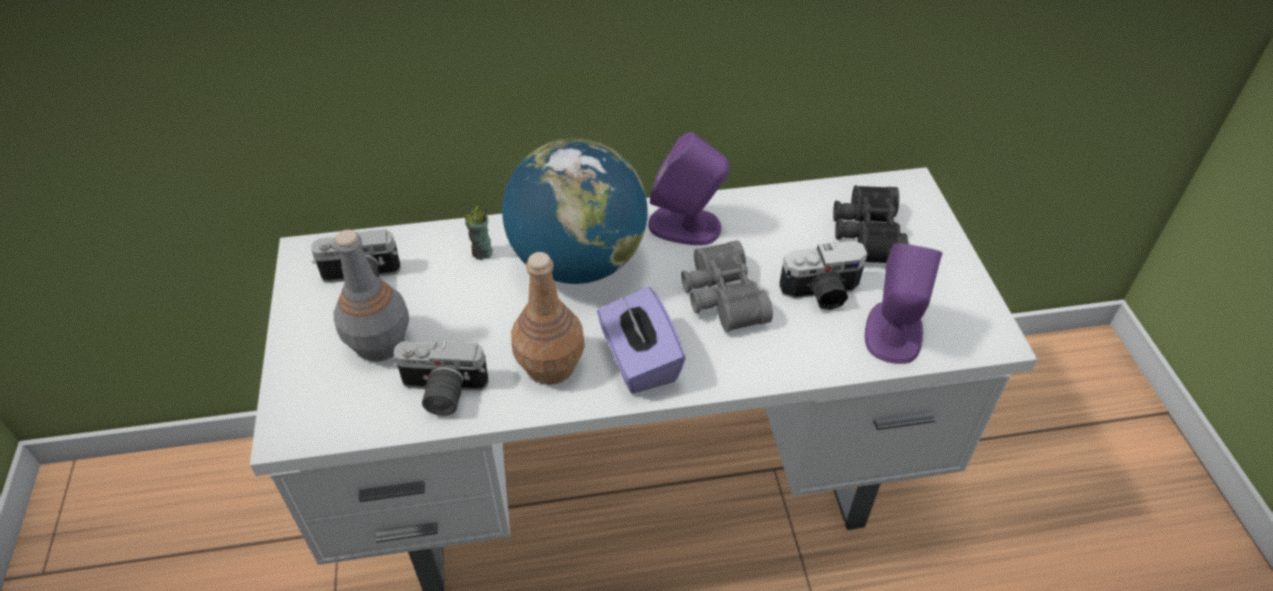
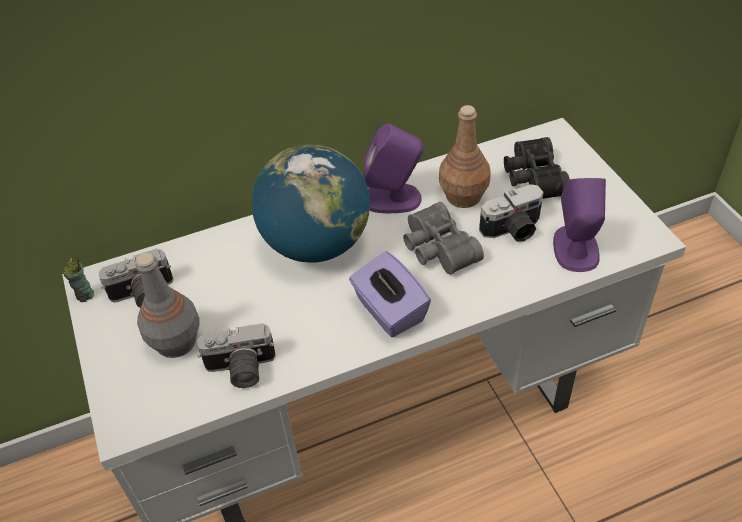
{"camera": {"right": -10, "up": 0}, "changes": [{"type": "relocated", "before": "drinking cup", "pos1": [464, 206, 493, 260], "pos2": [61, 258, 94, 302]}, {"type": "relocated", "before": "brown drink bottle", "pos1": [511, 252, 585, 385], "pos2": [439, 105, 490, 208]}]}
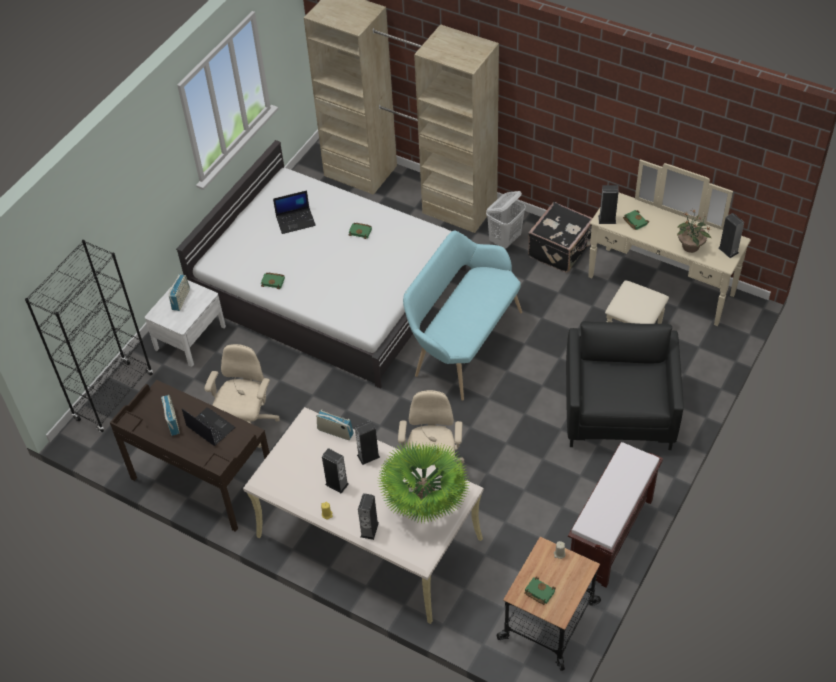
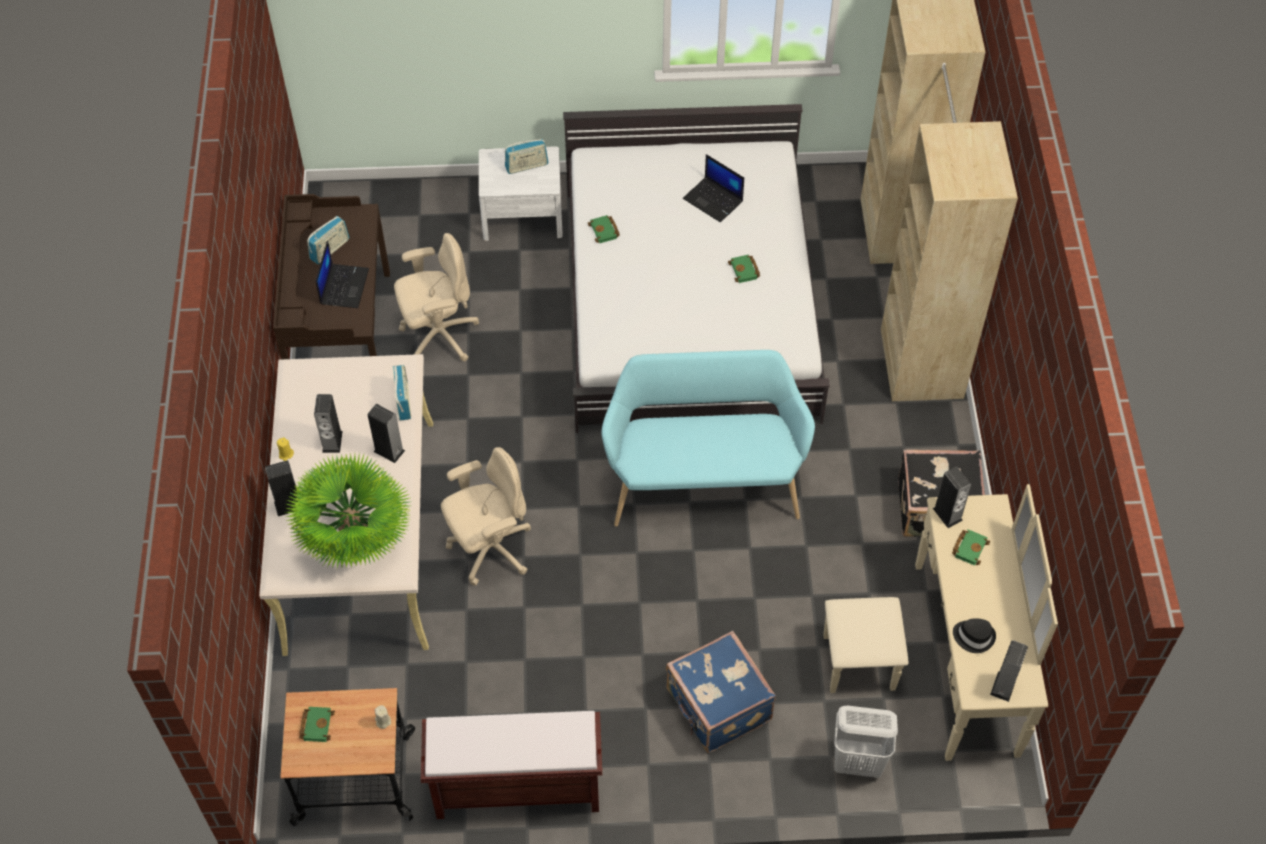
{"camera": {"right": 55, "up": 5}, "changes": [{"type": "missing", "before": "black bookcase", "pos1": [25, 240, 153, 433]}, {"type": "relocated", "before": "white laundry basket", "pos1": [486, 191, 526, 249], "pos2": [834, 706, 898, 778]}, {"type": "exchanged", "before": "black easy chair", "after": "blue-coloured suitcase", "pos1": [566, 321, 684, 450], "pos2": [666, 631, 776, 753]}, {"type": "exchanged", "before": "plant in a pot", "after": "black wearable hat", "pos1": [677, 209, 711, 253], "pos2": [953, 618, 996, 653]}]}
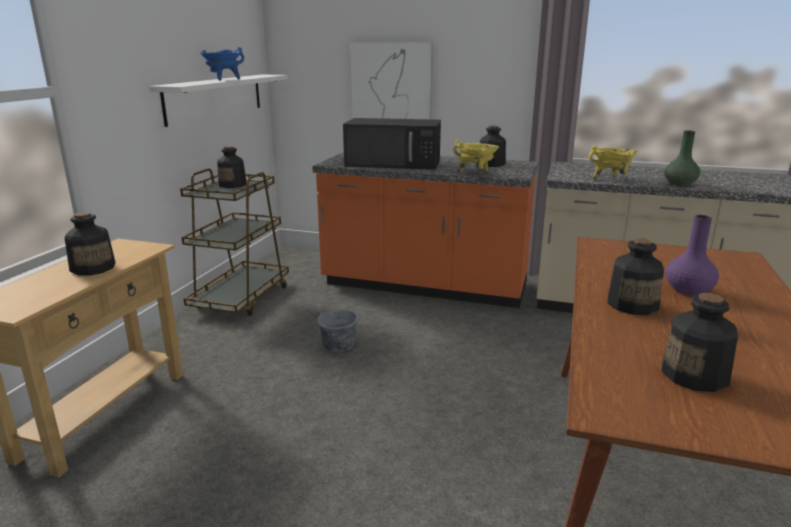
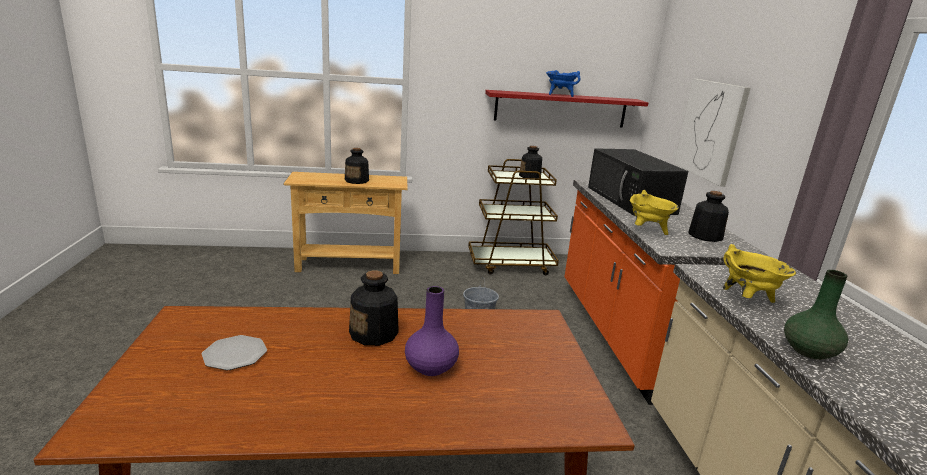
{"camera": {"right": 65, "up": 0}, "changes": [{"type": "colour", "before": "white bracket shelf", "after": "red bracket shelf", "pos1": [149, 74, 288, 127], "pos2": [485, 90, 648, 127]}, {"type": "exchanged", "before": "drink bottle", "after": "flat dish", "pos1": [661, 293, 738, 392], "pos2": [202, 335, 267, 370]}]}
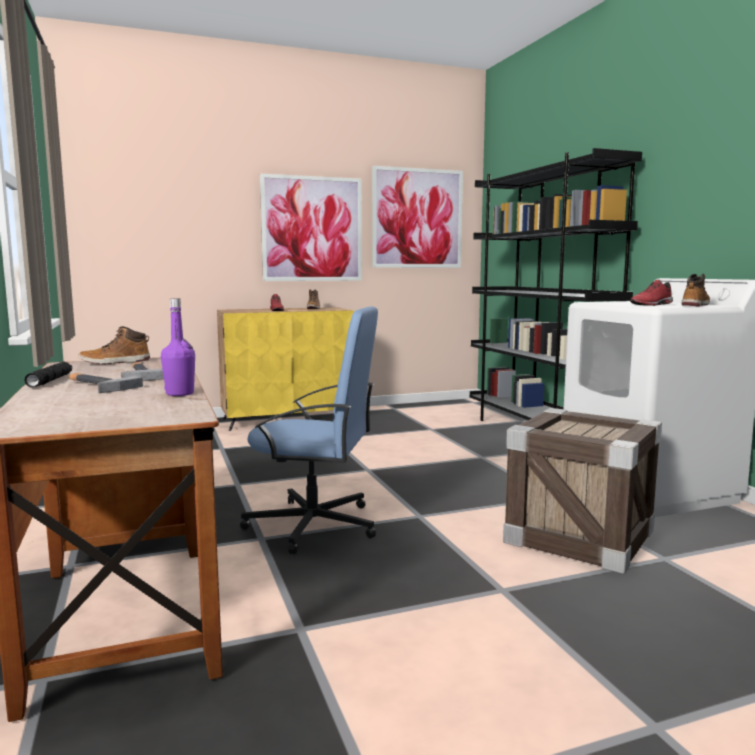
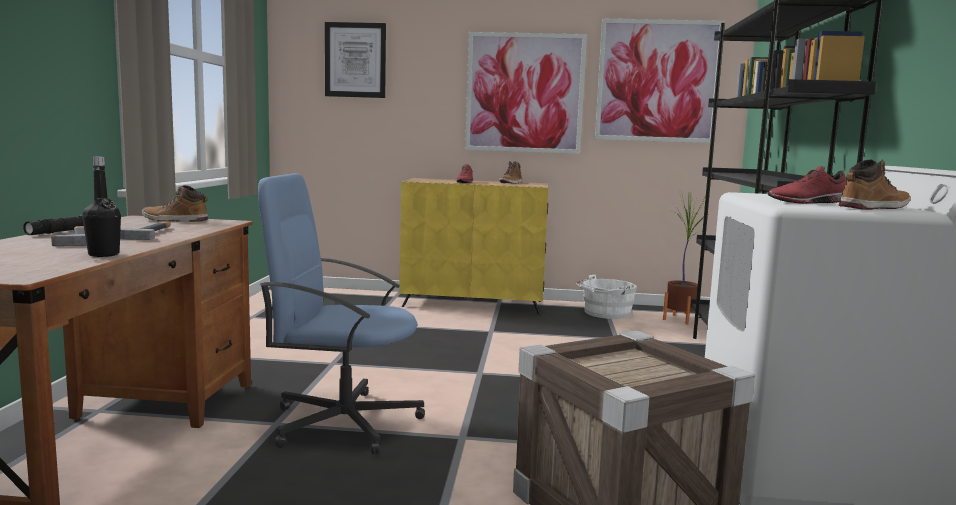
{"camera": {"right": 25, "up": 0}, "changes": [{"type": "colour", "before": "purplish drink bottle", "after": "black drink bottle", "pos1": [161, 299, 195, 396], "pos2": [82, 156, 121, 257]}, {"type": "spun", "before": "blue-coloured computer chair", "pos1": [240, 307, 378, 555], "pos2": [258, 173, 425, 454], "turn": 150}, {"type": "appeared", "after": "wall picture", "pos2": [325, 22, 386, 98]}, {"type": "appeared", "after": "white bucket", "pos2": [576, 275, 637, 319]}, {"type": "appeared", "after": "plant in a pot", "pos2": [663, 191, 706, 325]}]}
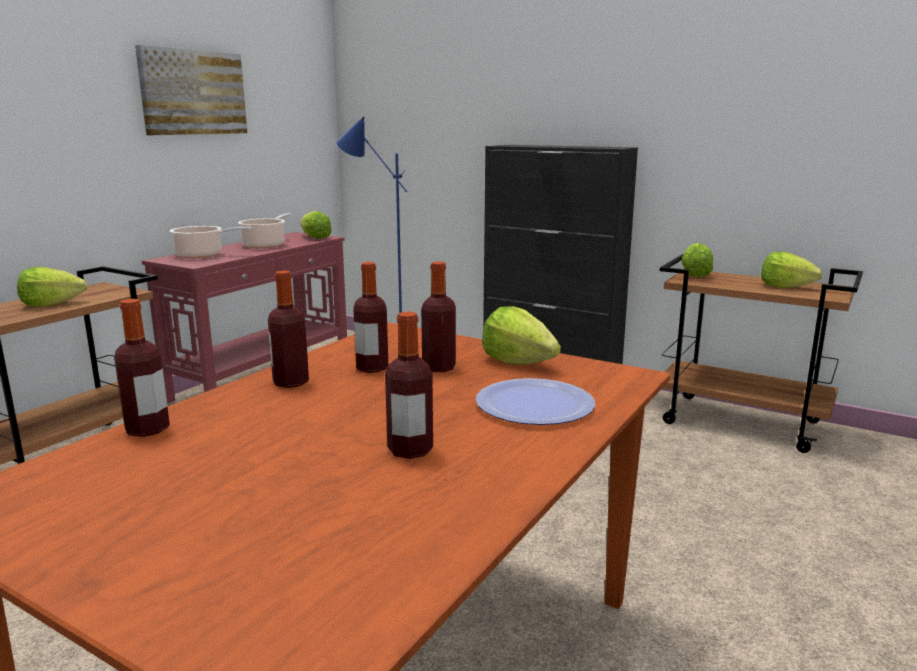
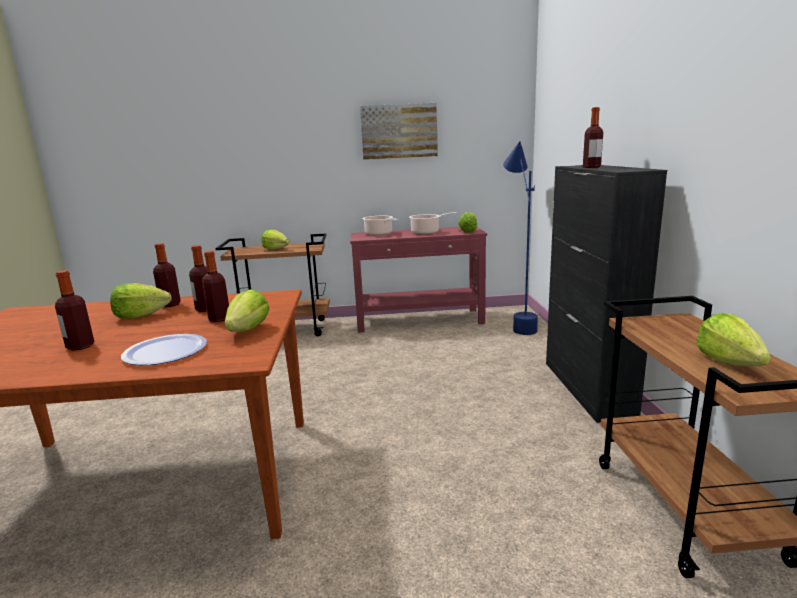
{"camera": {"right": 55, "up": 0}, "changes": [{"type": "relocated", "before": "drink bottle", "pos1": [114, 299, 170, 437], "pos2": [583, 107, 603, 168]}, {"type": "relocated", "before": "lettuce head", "pos1": [681, 243, 713, 277], "pos2": [110, 283, 172, 319]}]}
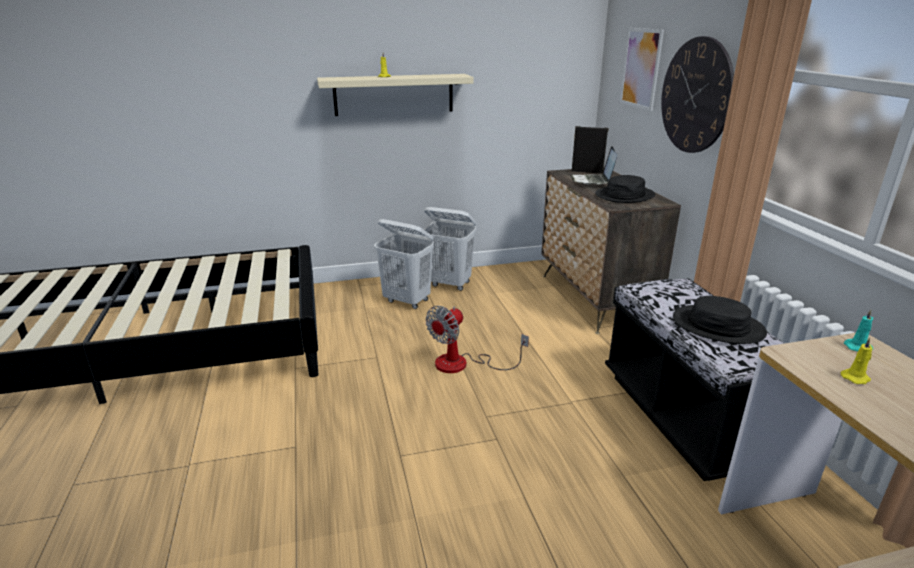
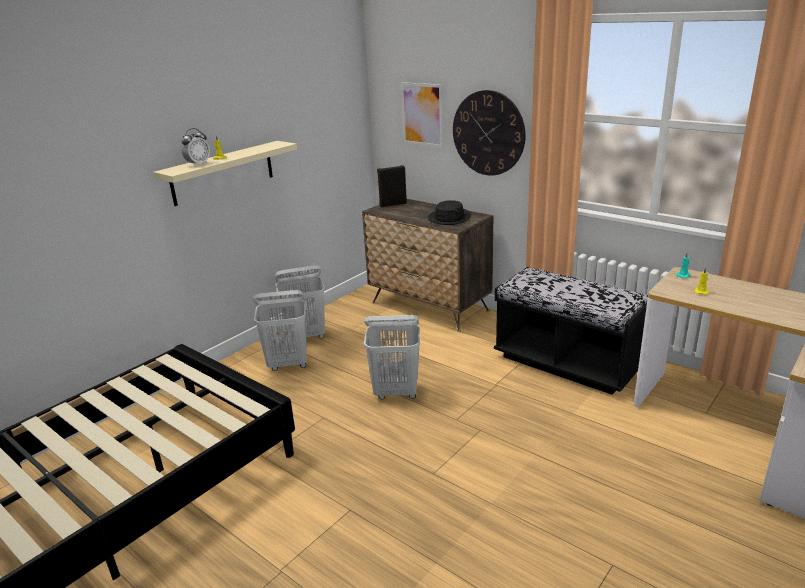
{"camera": {"right": -35, "up": 0}, "changes": [{"type": "exchanged", "before": "cooling fan", "after": "white laundry basket", "pos1": [426, 306, 529, 373], "pos2": [364, 315, 420, 400]}, {"type": "missing", "before": "notebook computer", "pos1": [571, 146, 617, 185]}, {"type": "missing", "before": "black wearable hat", "pos1": [673, 296, 767, 344]}, {"type": "appeared", "after": "bedside clock", "pos2": [181, 128, 210, 167]}]}
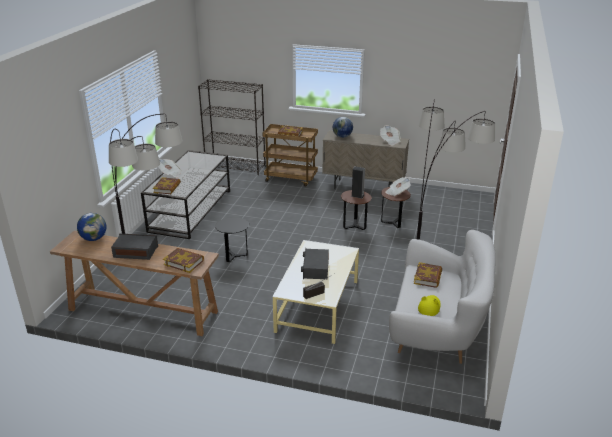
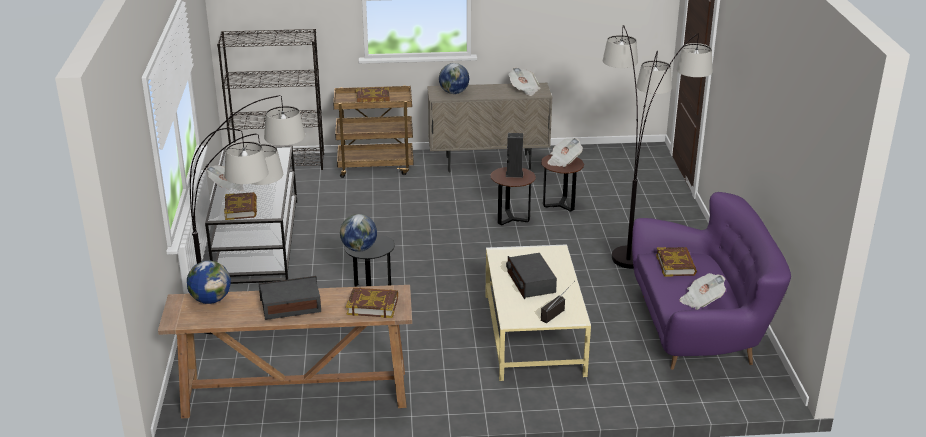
{"camera": {"right": -20, "up": 0}, "changes": [{"type": "colour", "before": "white sofa", "after": "purplish sofa", "pos1": [389, 230, 496, 364], "pos2": [632, 192, 791, 370]}, {"type": "exchanged", "before": "yellow-coloured wearable hat", "after": "daily paper", "pos1": [418, 295, 441, 316], "pos2": [679, 273, 726, 310]}, {"type": "appeared", "after": "world globe", "pos2": [340, 214, 377, 252]}]}
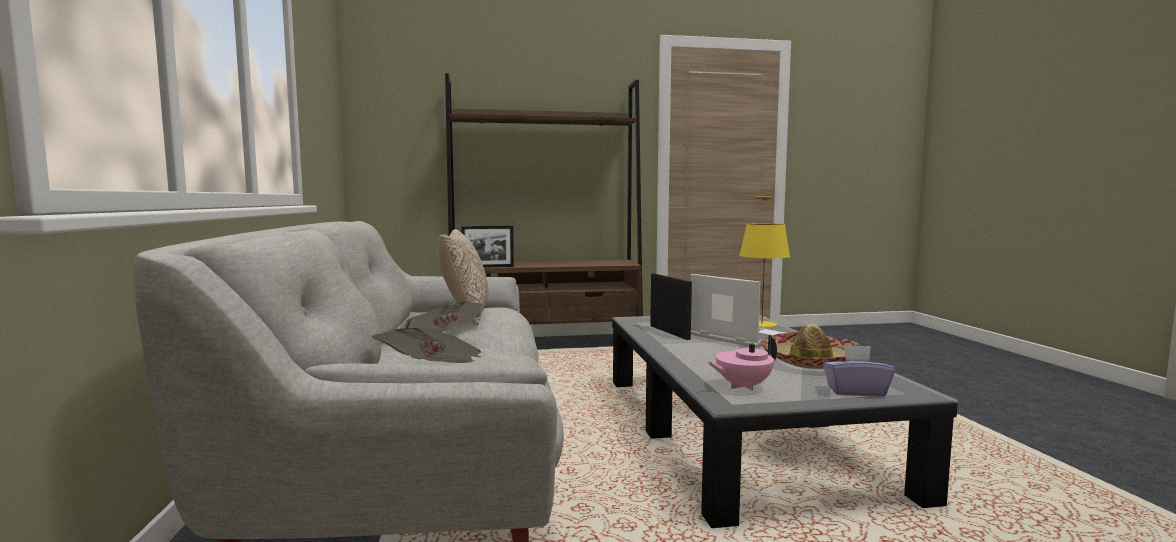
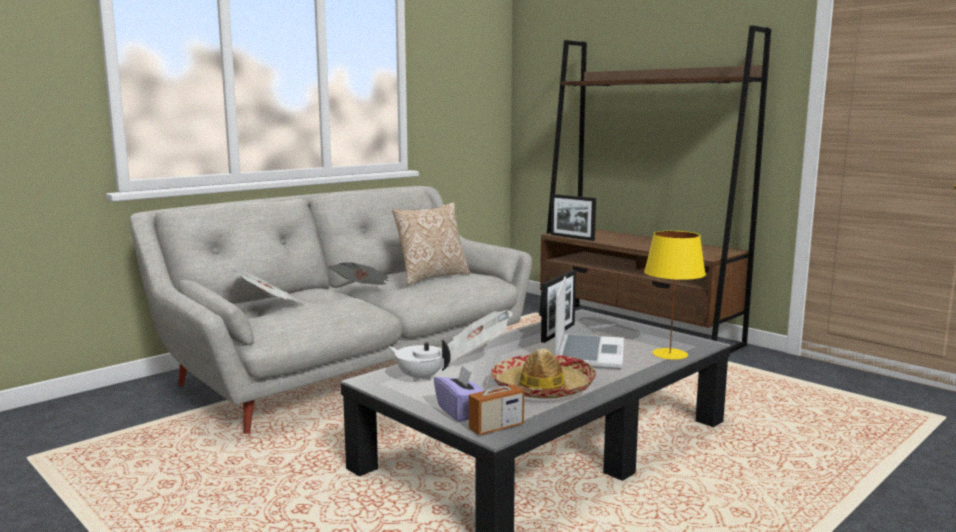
{"camera": {"right": 55, "up": 5}, "changes": [{"type": "colour", "before": "pinkish teapot", "after": "white teapot", "pos1": [707, 335, 777, 391], "pos2": [389, 340, 451, 382]}, {"type": "appeared", "after": "daily paper", "pos2": [441, 310, 513, 363]}, {"type": "appeared", "after": "radio set", "pos2": [469, 348, 524, 435]}]}
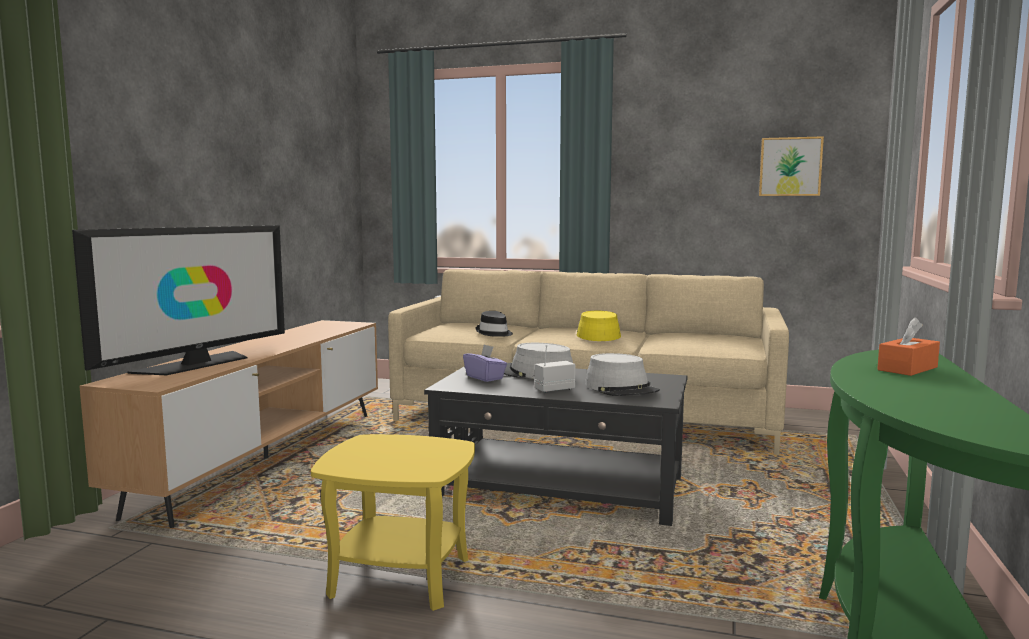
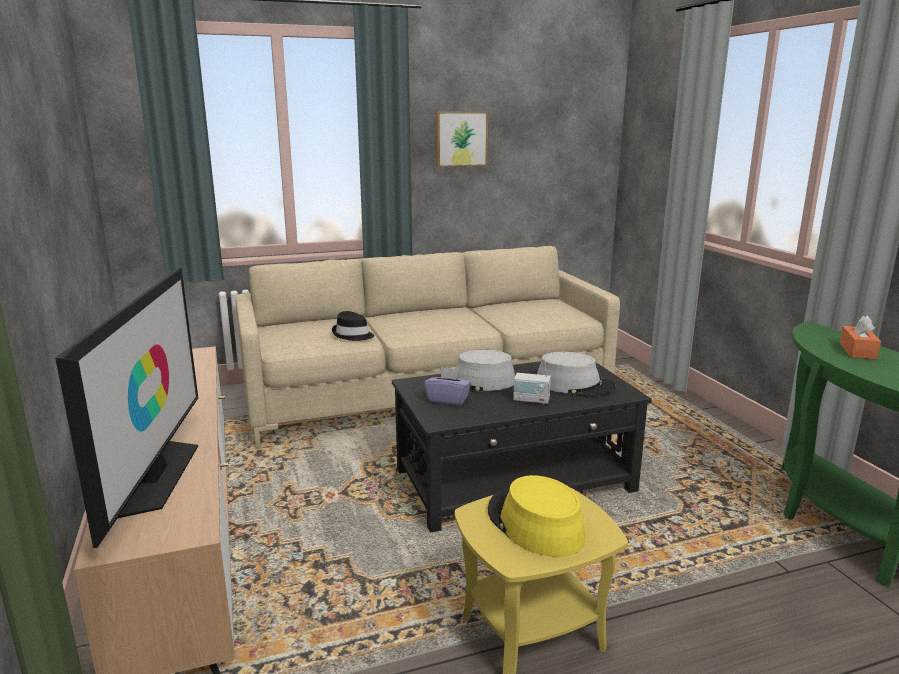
{"camera": {"right": -35, "up": 10}, "changes": [{"type": "spun", "before": "radio set", "pos1": [535, 345, 575, 393], "pos2": [513, 359, 551, 405], "turn": -105}, {"type": "relocated", "before": "yellow-coloured wearable hat", "pos1": [577, 311, 621, 341], "pos2": [488, 475, 585, 557]}, {"type": "relocated", "before": "wall picture", "pos1": [759, 136, 824, 196], "pos2": [436, 111, 488, 167]}]}
